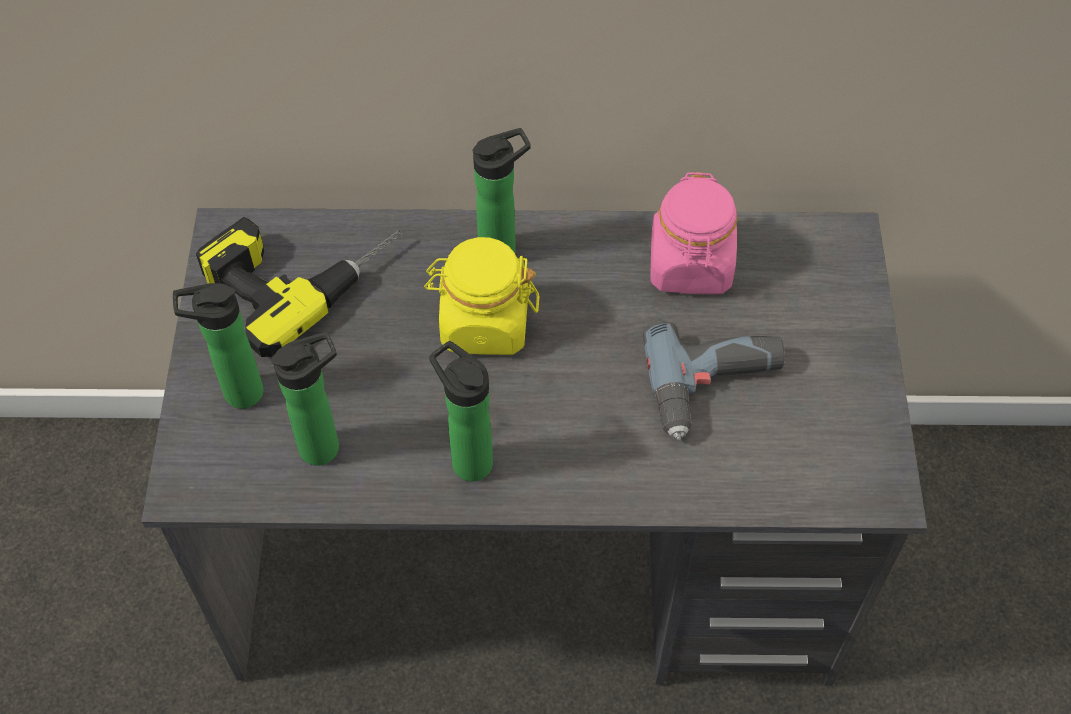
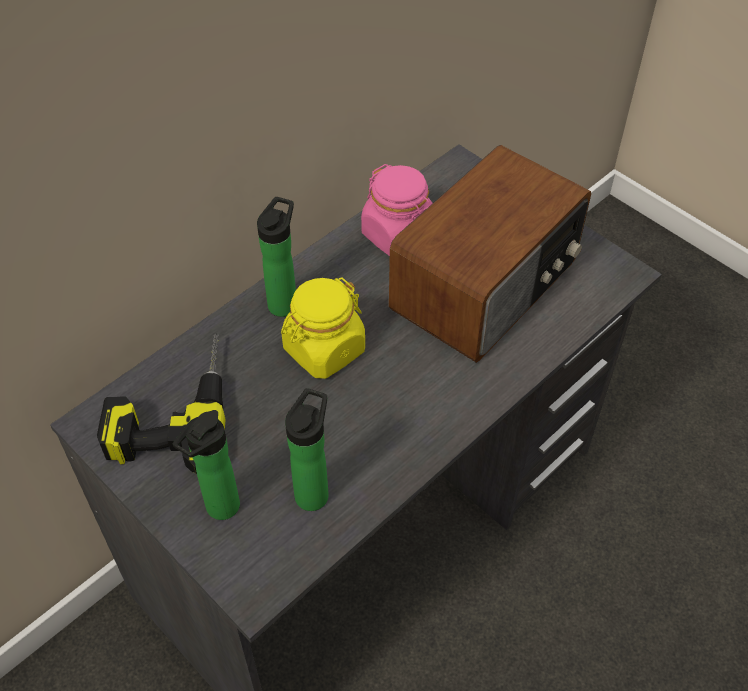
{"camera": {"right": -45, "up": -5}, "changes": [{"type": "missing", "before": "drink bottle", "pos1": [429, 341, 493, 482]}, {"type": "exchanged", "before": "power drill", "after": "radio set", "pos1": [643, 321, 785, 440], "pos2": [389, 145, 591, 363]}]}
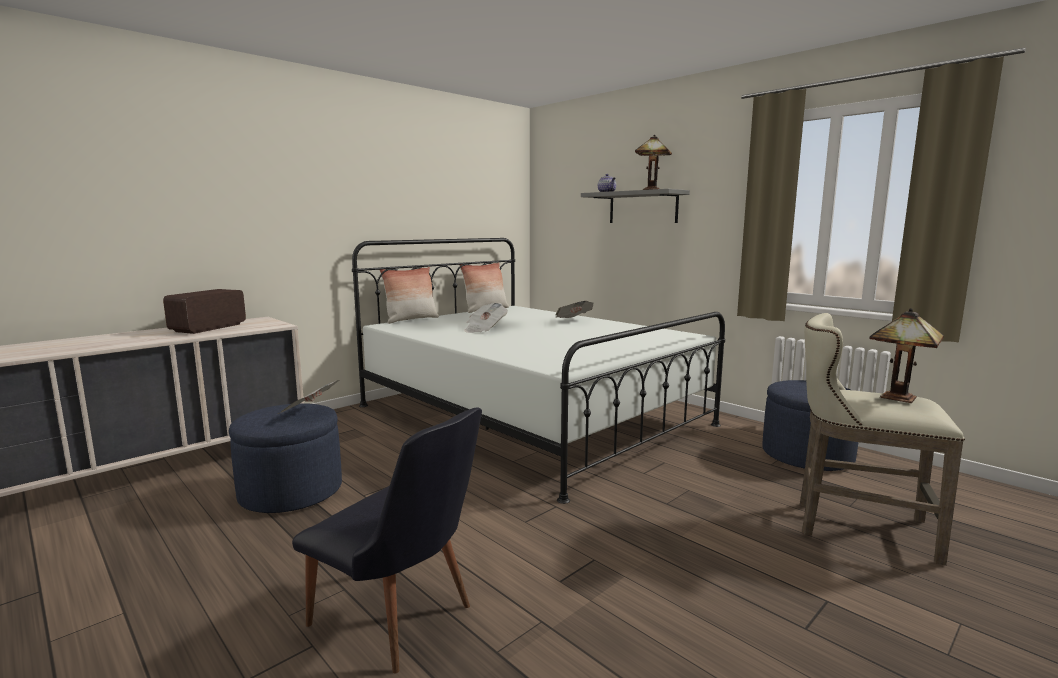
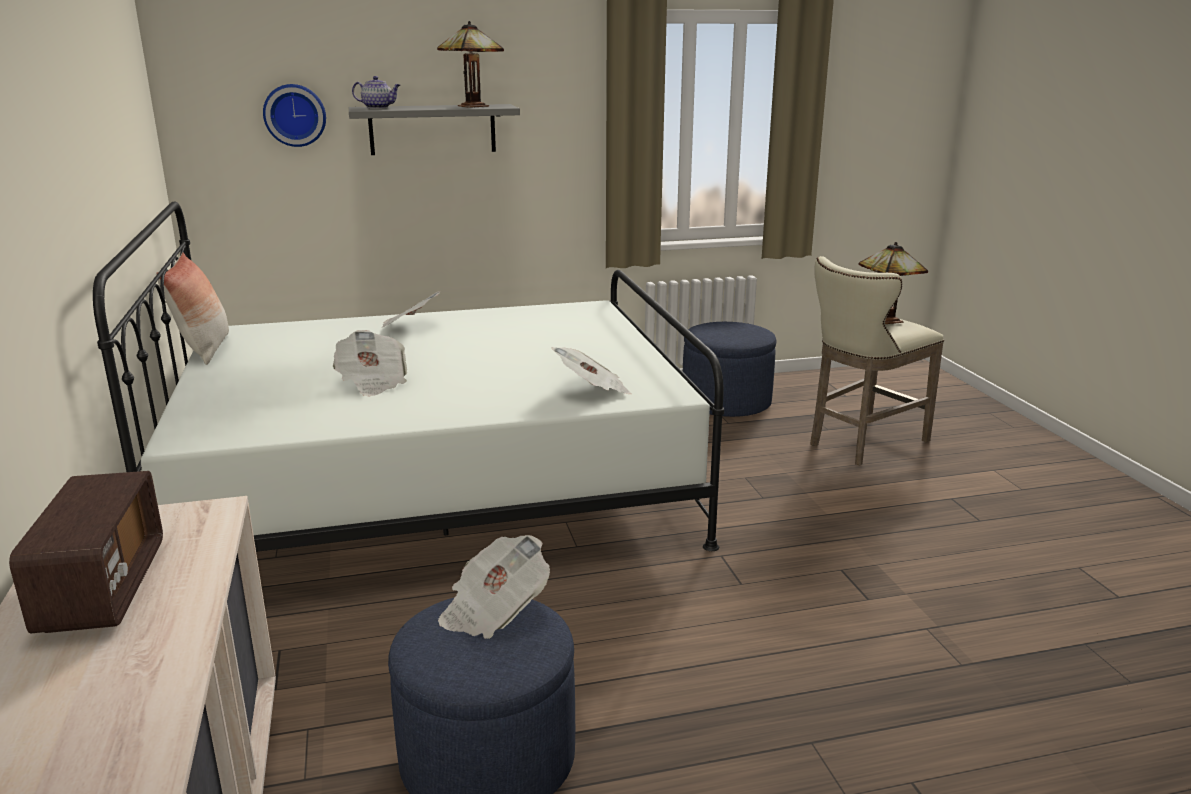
{"camera": {"right": -60, "up": 10}, "changes": [{"type": "spun", "before": "radio set", "pos1": [163, 289, 246, 334], "pos2": [9, 471, 163, 633], "turn": -150}, {"type": "missing", "before": "black plain chair", "pos1": [292, 407, 482, 674]}, {"type": "missing", "before": "pillow", "pos1": [380, 267, 439, 324]}, {"type": "appeared", "after": "wall clock", "pos2": [263, 84, 326, 147]}, {"type": "appeared", "after": "daily paper", "pos2": [552, 347, 631, 394]}]}
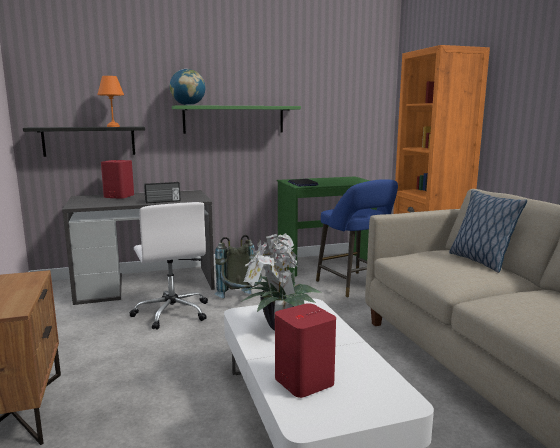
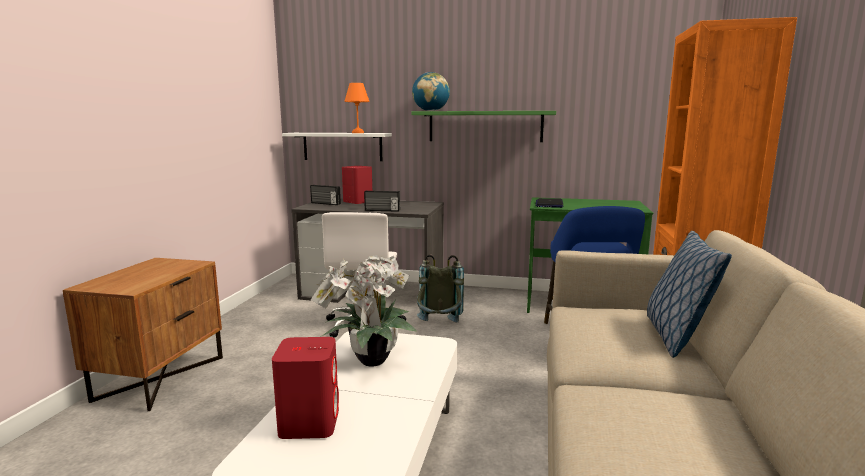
{"camera": {"right": 30, "up": 0}, "changes": [{"type": "colour", "before": "black bracket shelf", "after": "white bracket shelf", "pos1": [23, 126, 145, 157], "pos2": [282, 133, 392, 161]}, {"type": "appeared", "after": "radio set", "pos2": [310, 185, 341, 205]}]}
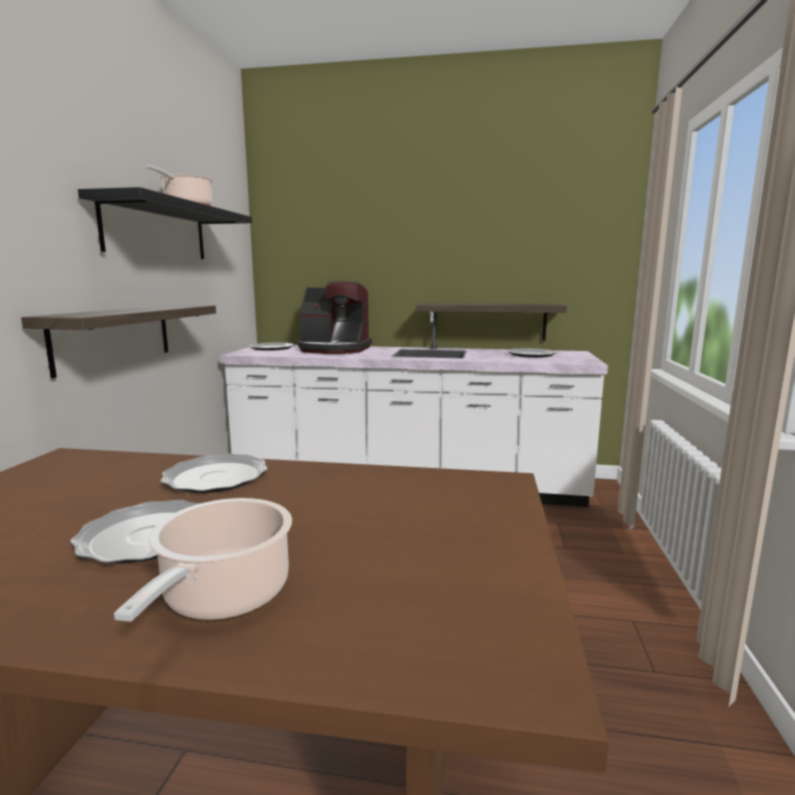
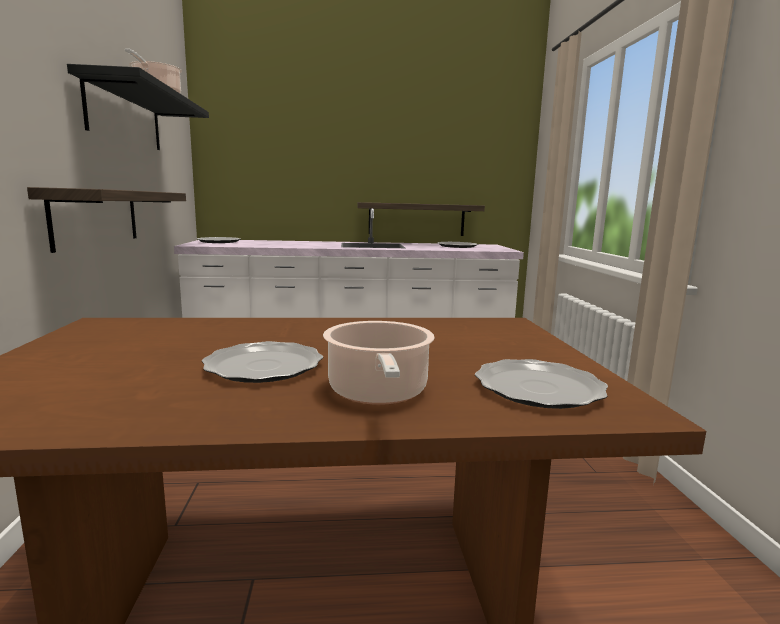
{"camera": {"right": -15, "up": 0}, "changes": [{"type": "relocated", "before": "flat dish", "pos1": [160, 454, 268, 493], "pos2": [475, 359, 608, 409]}, {"type": "missing", "before": "coffee machine", "pos1": [298, 281, 372, 354]}]}
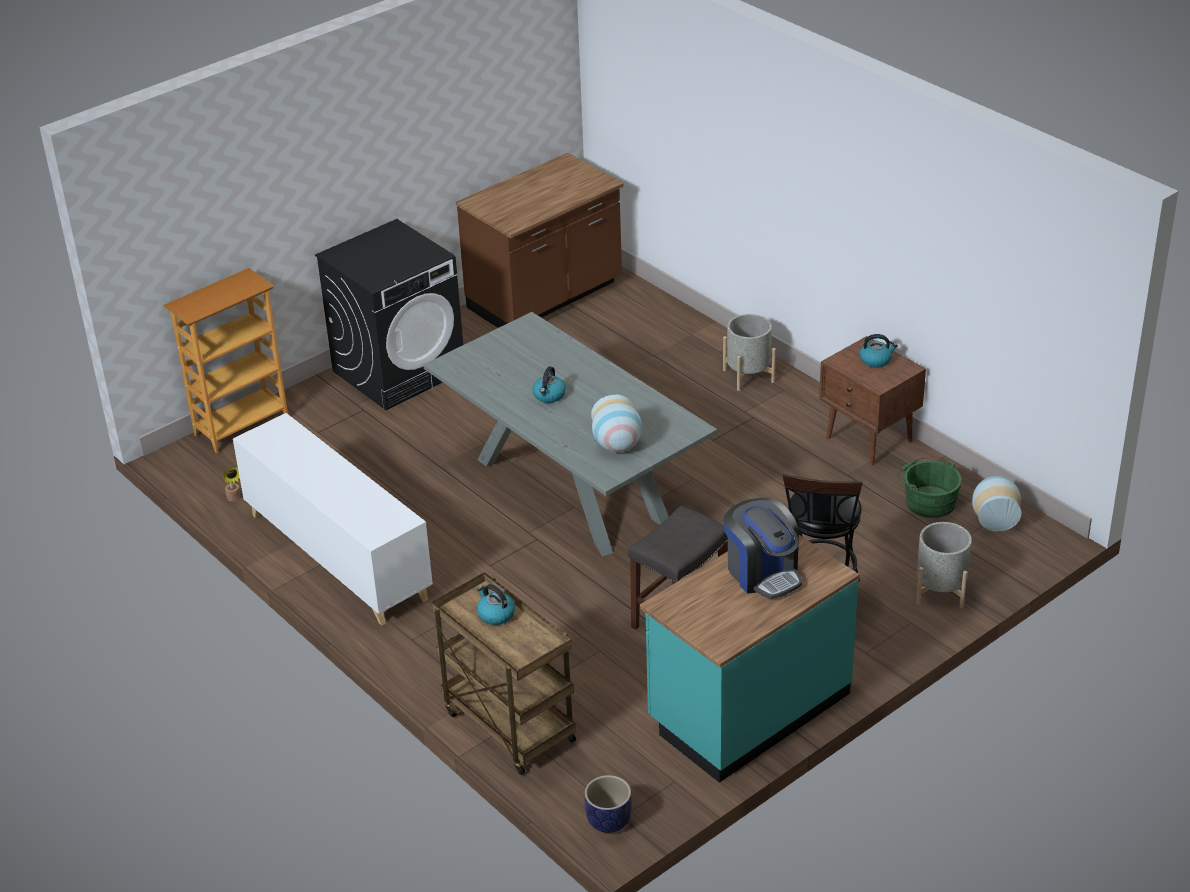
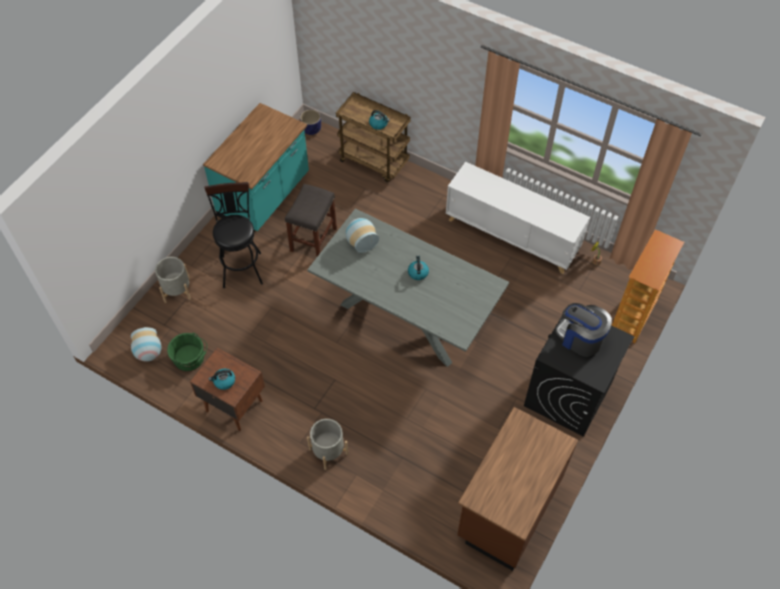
{"camera": {"right": 160, "up": 20}, "changes": [{"type": "relocated", "before": "coffee machine", "pos1": [724, 498, 802, 599], "pos2": [555, 303, 612, 357]}]}
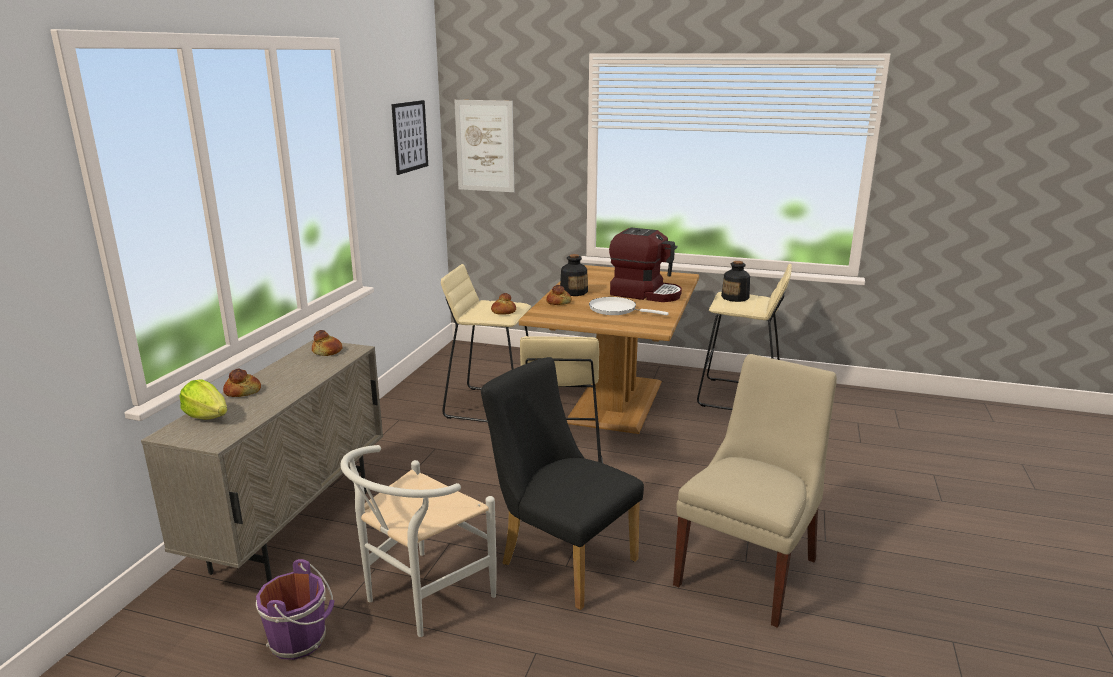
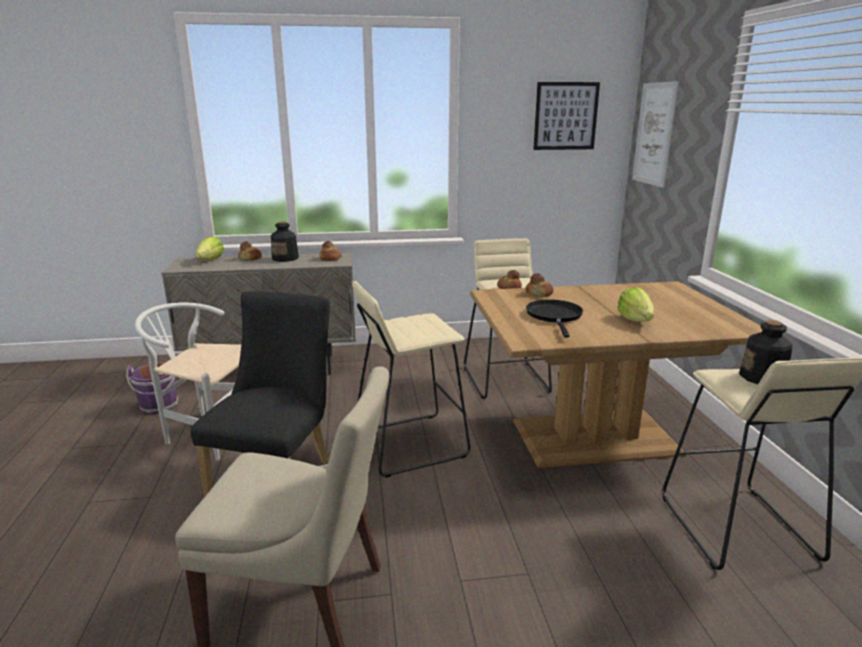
{"camera": {"right": 65, "up": 0}, "changes": [{"type": "relocated", "before": "drink bottle", "pos1": [560, 254, 588, 296], "pos2": [271, 221, 299, 262]}, {"type": "colour", "before": "white pan", "after": "black pan", "pos1": [589, 297, 669, 316], "pos2": [526, 299, 583, 337]}, {"type": "exchanged", "before": "coffee machine", "after": "lettuce head", "pos1": [609, 228, 682, 302], "pos2": [617, 287, 654, 322]}]}
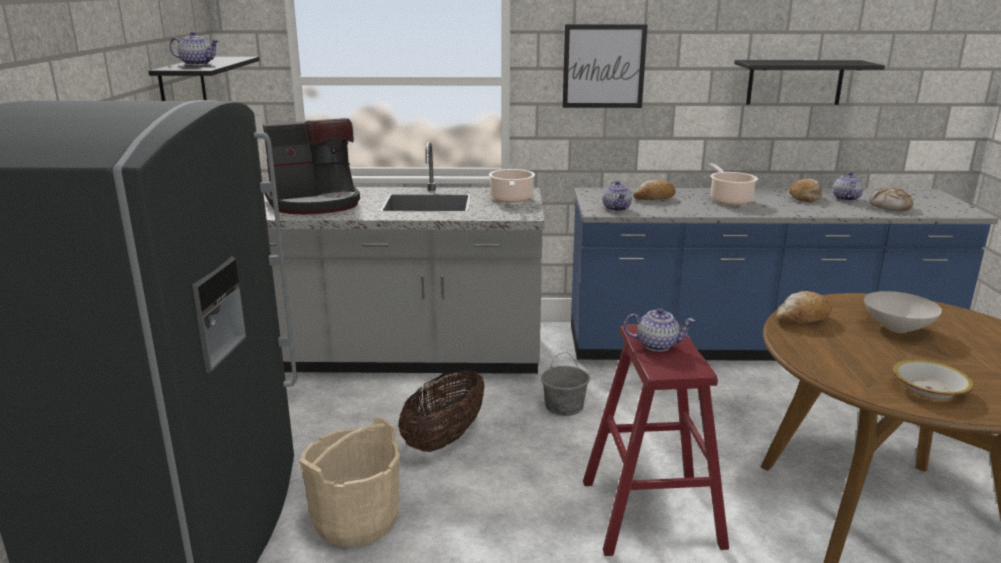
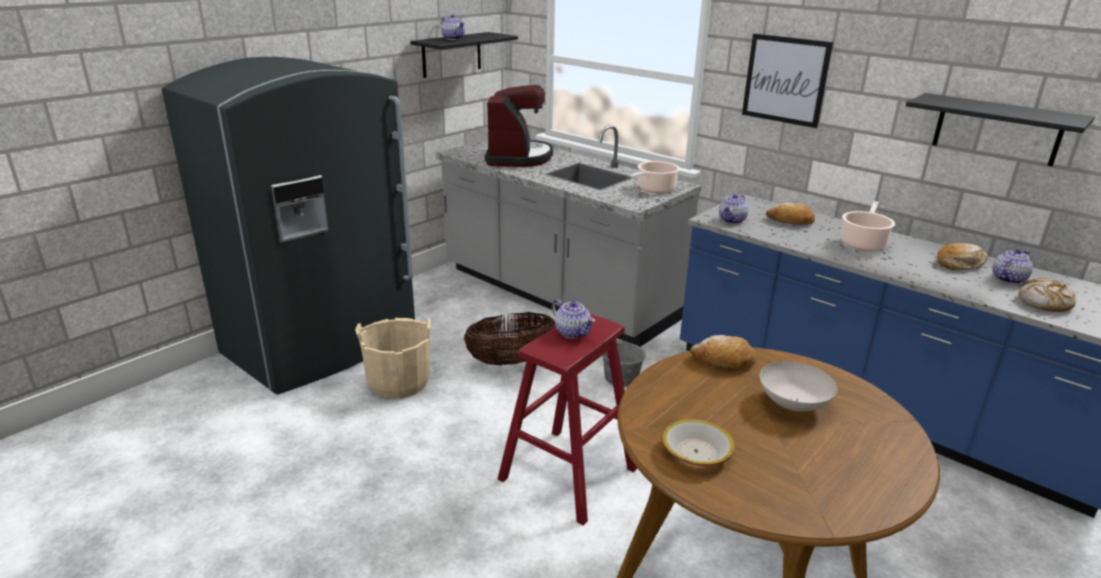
{"camera": {"right": 40, "up": 5}, "changes": [{"type": "spun", "before": "coffee machine", "pos1": [263, 118, 360, 214], "pos2": [485, 85, 553, 167], "turn": -105}]}
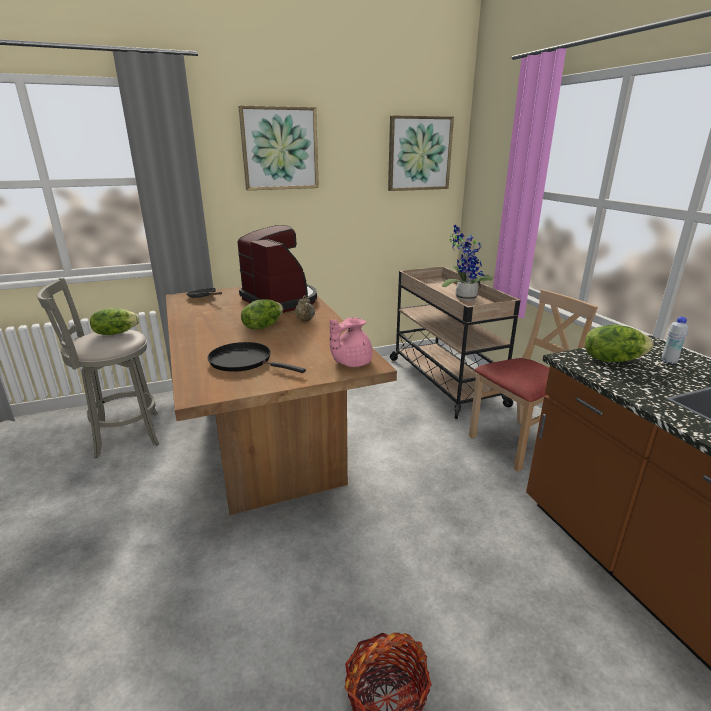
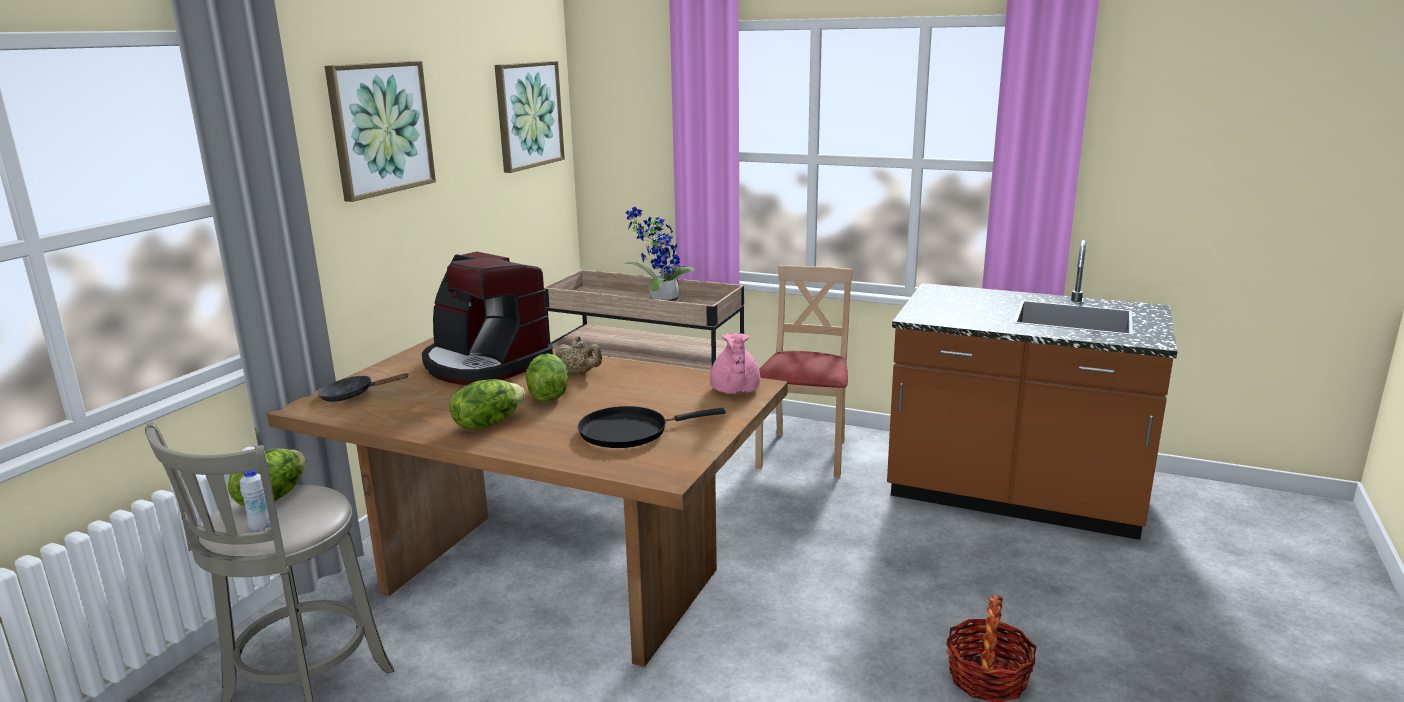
{"camera": {"right": -45, "up": -5}, "changes": [{"type": "spun", "before": "coffee machine", "pos1": [238, 225, 317, 313], "pos2": [422, 252, 553, 385], "turn": -150}, {"type": "relocated", "before": "lettuce head", "pos1": [585, 325, 654, 362], "pos2": [449, 379, 525, 429]}, {"type": "relocated", "before": "white drink bottle", "pos1": [662, 317, 689, 364], "pos2": [240, 470, 271, 532]}]}
